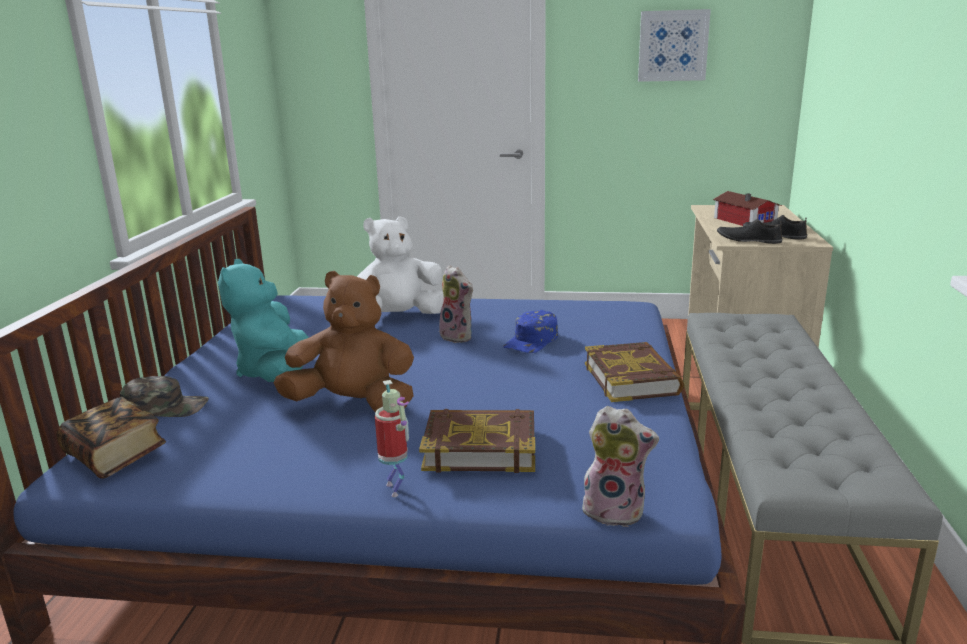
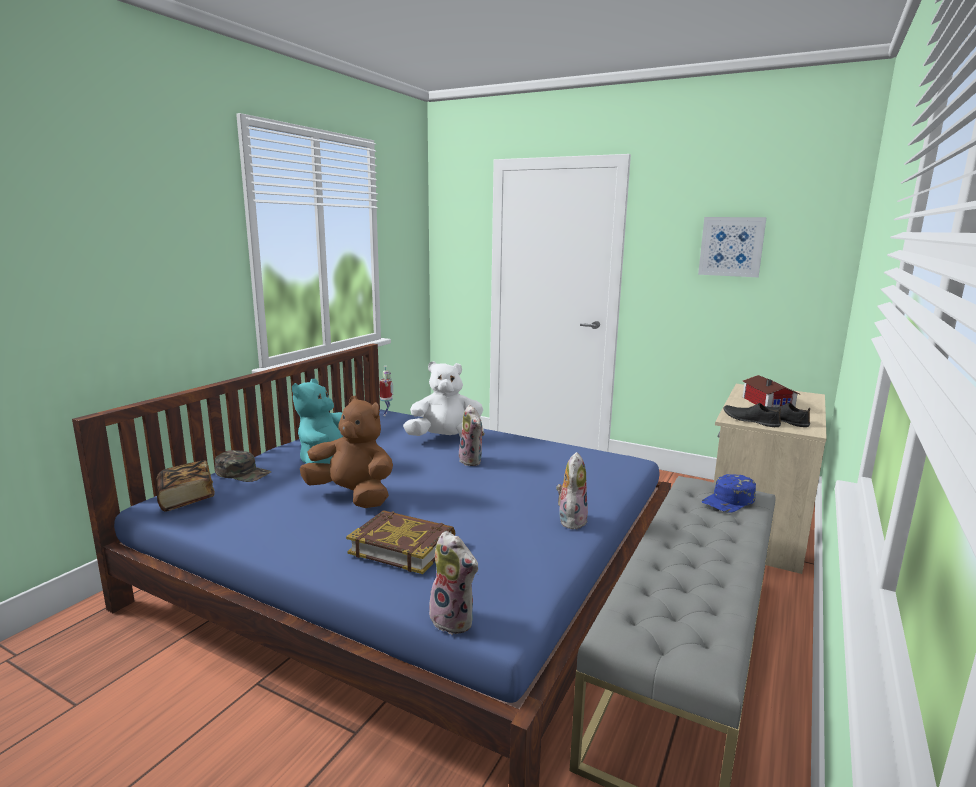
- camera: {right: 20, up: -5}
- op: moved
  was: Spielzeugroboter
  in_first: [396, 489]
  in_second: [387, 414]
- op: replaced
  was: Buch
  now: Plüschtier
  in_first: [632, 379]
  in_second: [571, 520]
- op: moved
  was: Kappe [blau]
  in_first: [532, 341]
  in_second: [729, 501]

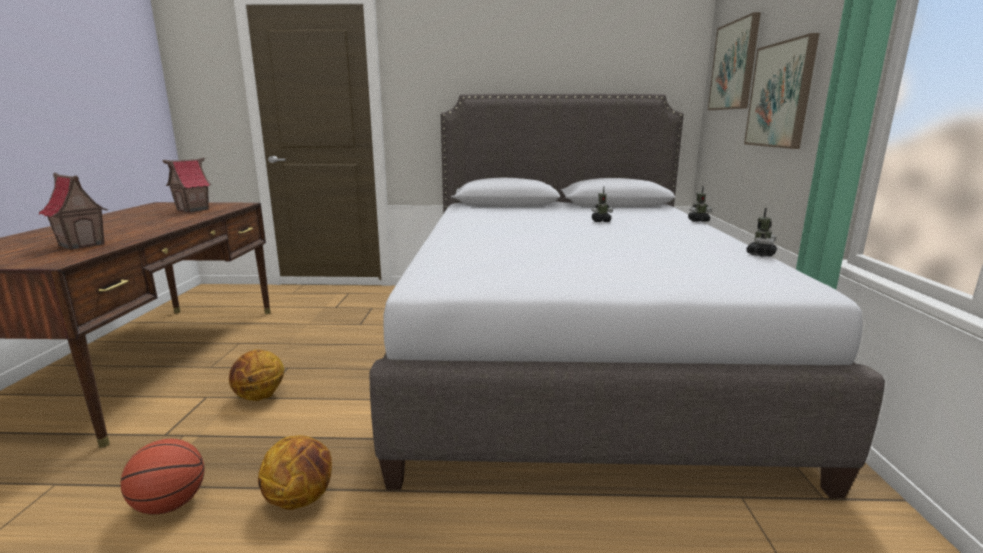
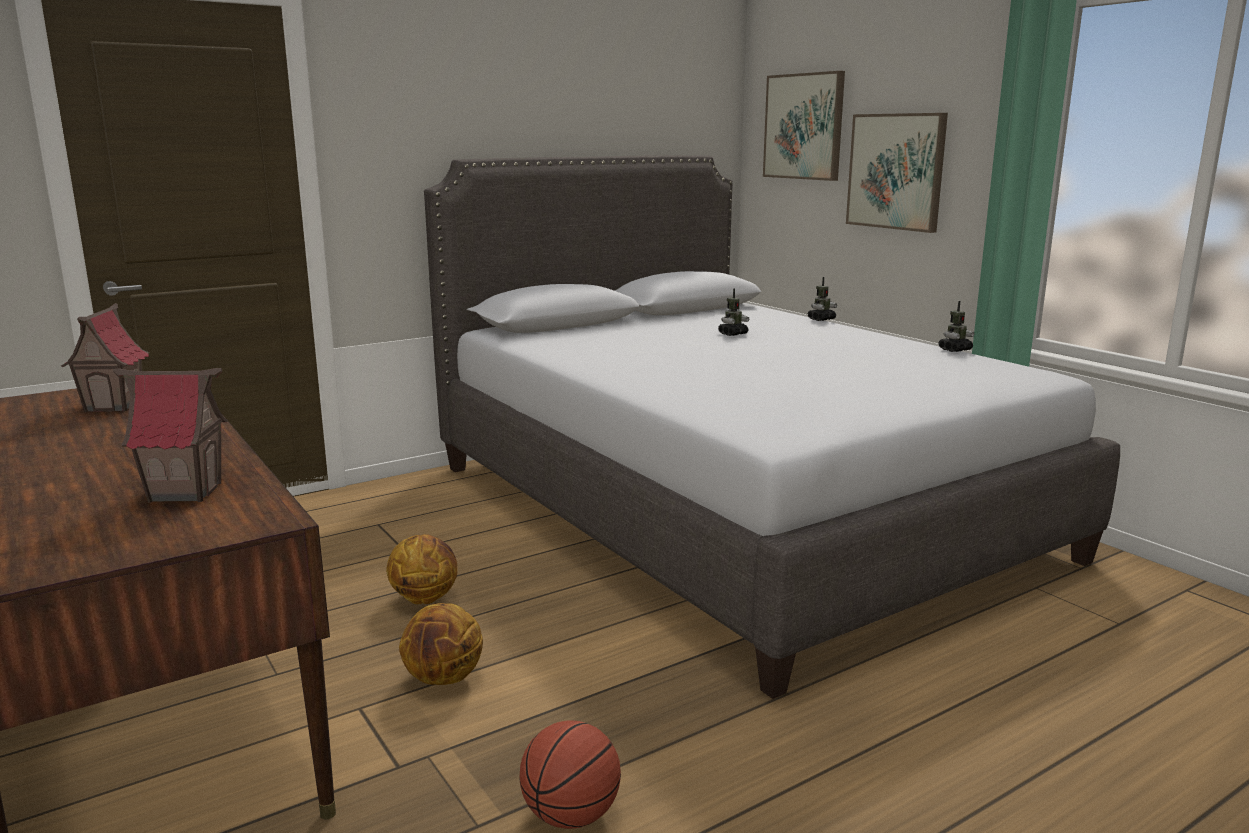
- camera: {right: -35, up: 0}
- op: moved
  was: Basketball
  in_first: [301, 498]
  in_second: [425, 598]
- op: turned
  was: Spielzeugroboter
  in_first: [760, 254]
  in_second: [955, 350]
  clockwise: 60

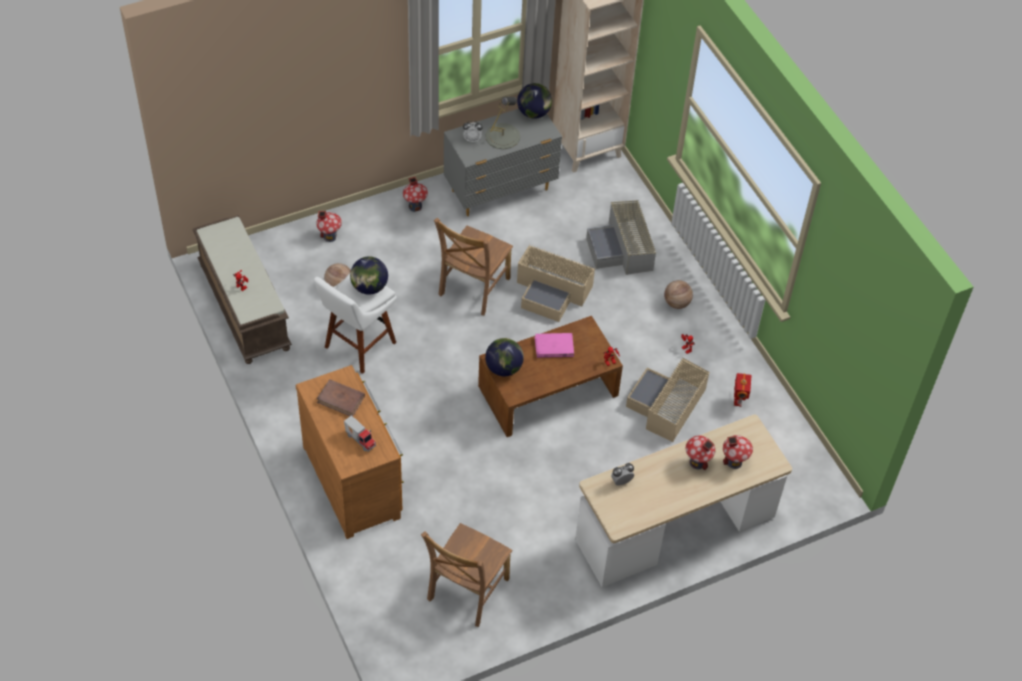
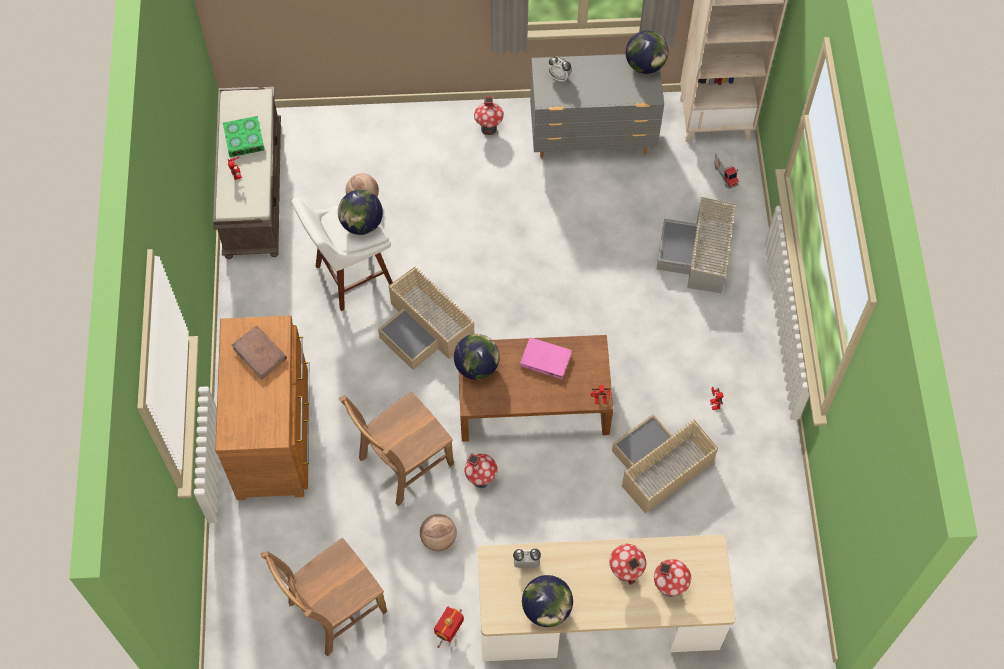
- camera: {right: 25, up: 10}
- op: added
  now: Buch
  in_second: [244, 139]
- op: moved
  was: Stuhl [braun]
  in_first: [472, 288]
  in_second: [402, 463]
- op: moved
  was: Aufbewahrungsbox [beige]
  in_first: [552, 291]
  in_second: [425, 328]
- op: moved
  was: Basketball
  in_first: [677, 303]
  in_second: [439, 539]
- op: moved
  was: Spielzeugroboter
  in_first: [738, 401]
  in_second: [449, 634]
- op: moved
  was: Spielzeughaus
  in_first: [330, 236]
  in_second: [481, 479]
- op: added
  now: Globus
  in_second: [546, 608]
- op: moved
  was: Spielzeuglaster
  in_first: [360, 439]
  in_second: [726, 175]
- op: removed
  was: Tischlampe [grau]
  in_first: [502, 136]

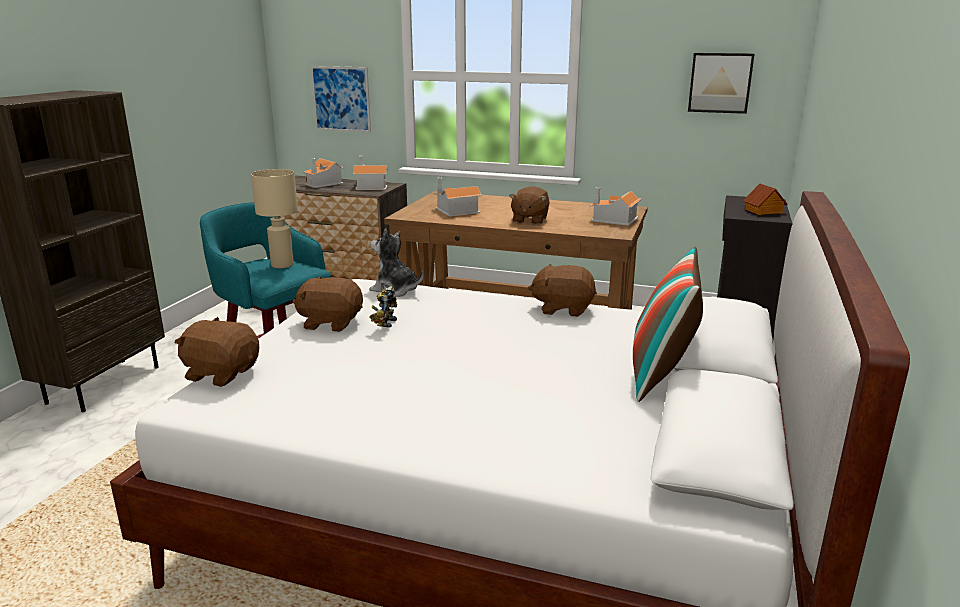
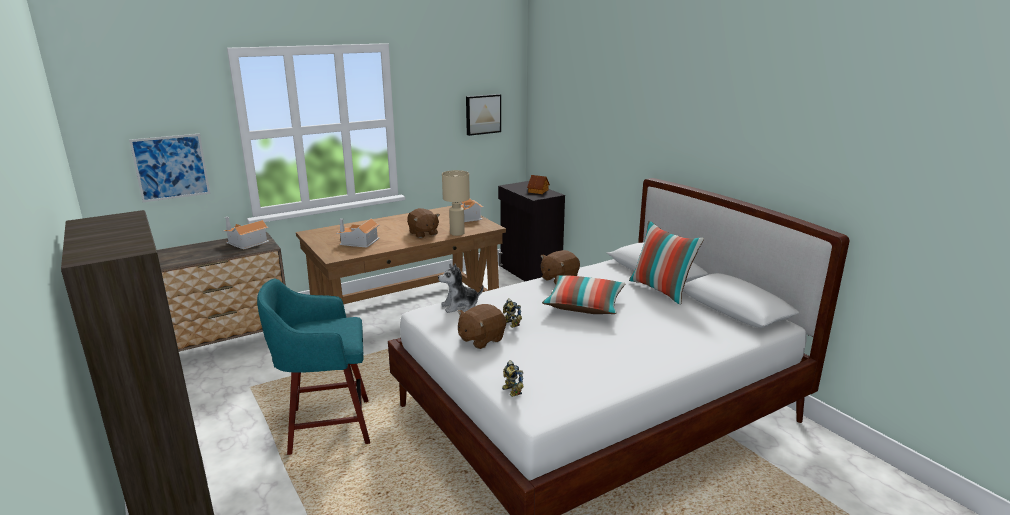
- camera: {right: -50, up: 0}
- op: moved
  was: Tischlampe [beige]
  in_first: [283, 265]
  in_second: [457, 233]
- op: replaced
  was: Plüschtier [braun]
  now: Spielzeugroboter
  in_first: [221, 373]
  in_second: [510, 392]
- op: added
  now: Kissen
  in_second: [584, 305]
- op: removed
  was: Spielzeughaus
  in_first: [324, 183]

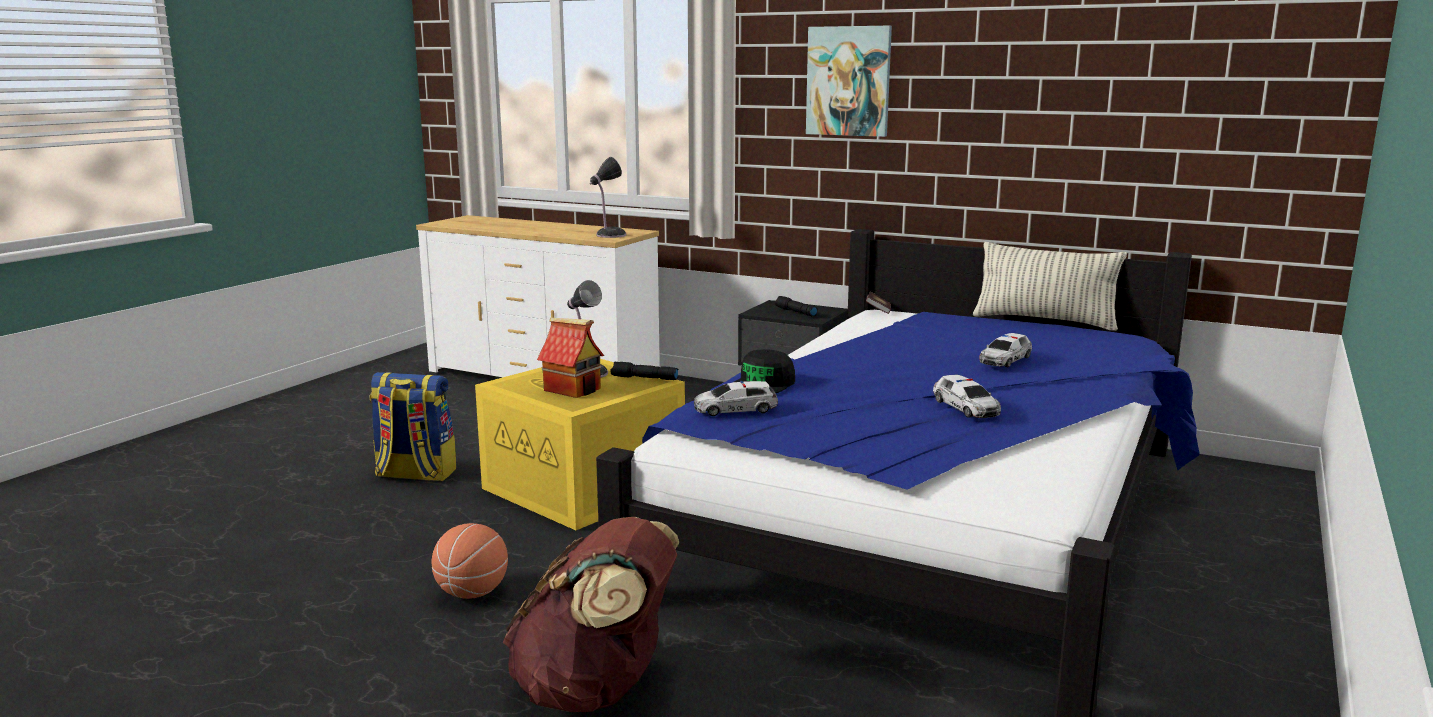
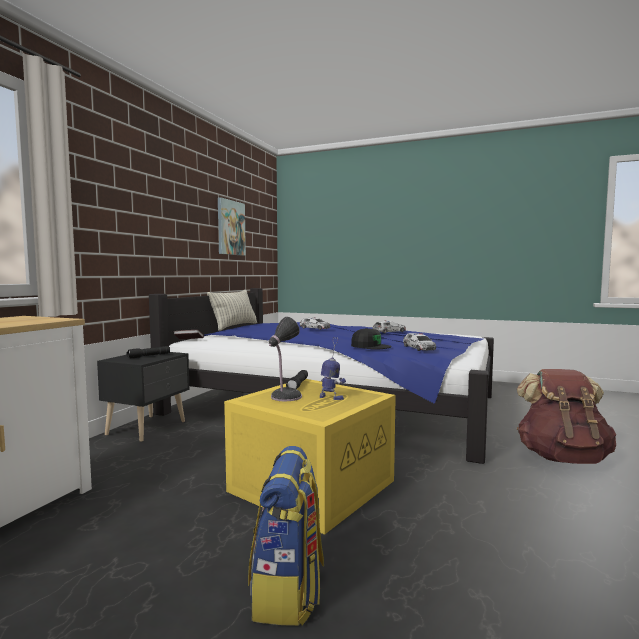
- camera: {right: -95, up: -10}
- op: moved
  was: Bild
  in_first: [848, 81]
  in_second: [230, 228]
- op: replaced
  was: Spielzeughaus
  now: Spielzeugroboter
  in_first: [573, 389]
  in_second: [331, 398]
- op: removed
  was: Basketball
  in_first: [472, 593]
- op: removed
  was: Tischlampe
  in_first: [609, 235]

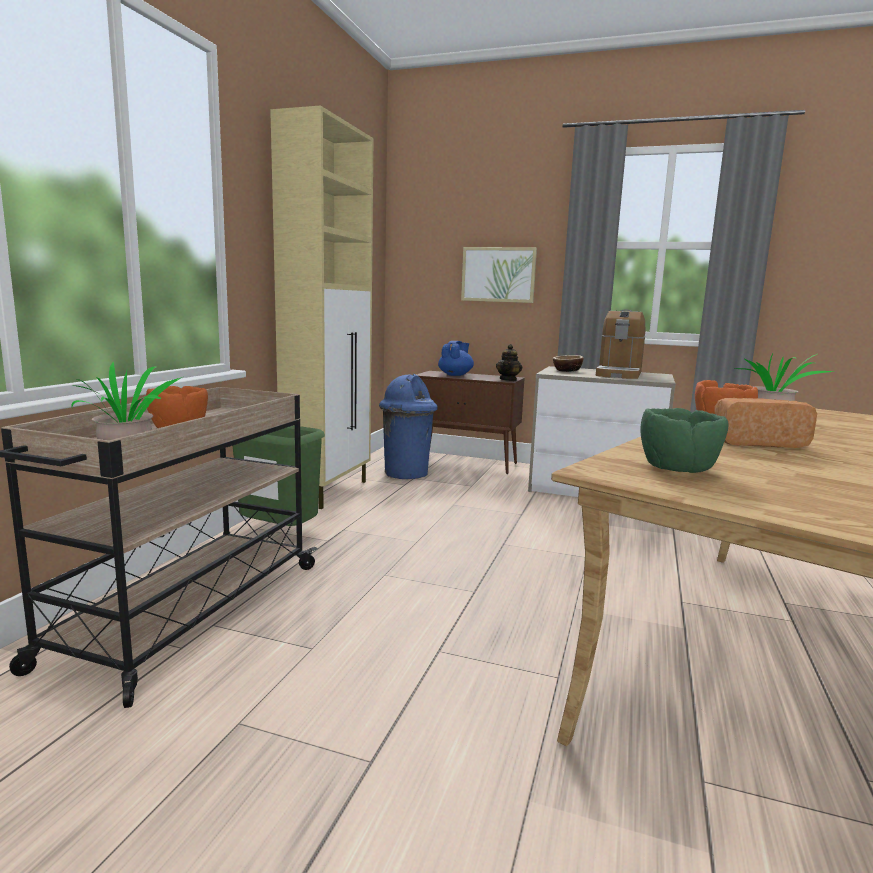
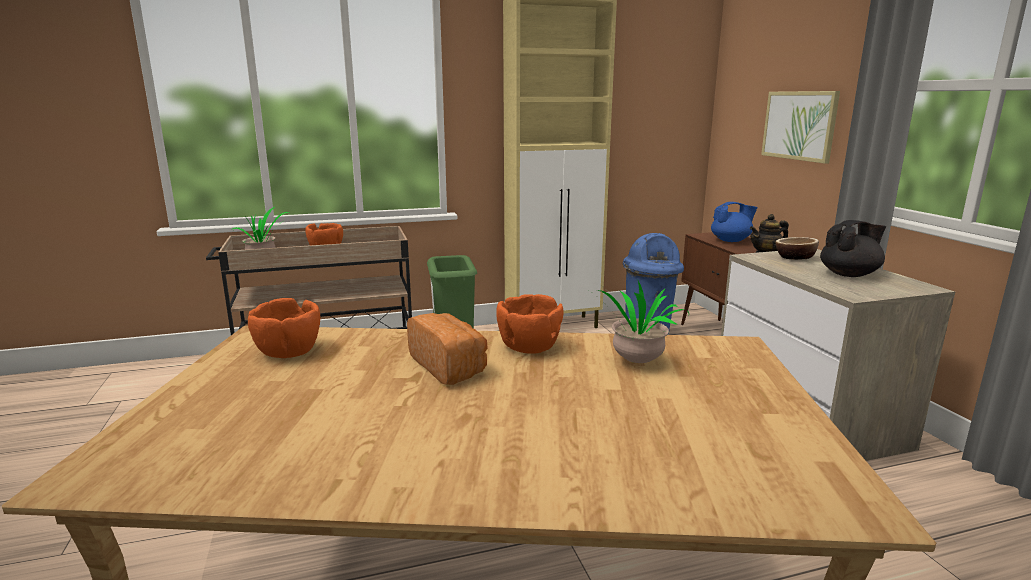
- camera: {right: 55, up: 5}
- op: recoloured
  was: Schüssel [grün]
  now: Schüssel [orange]
  in_first: [679, 469]
  in_second: [288, 352]
- op: replaced
  was: Kaffeemaschine
  now: Teekanne [schwarz]
  in_first: [619, 374]
  in_second: [849, 274]

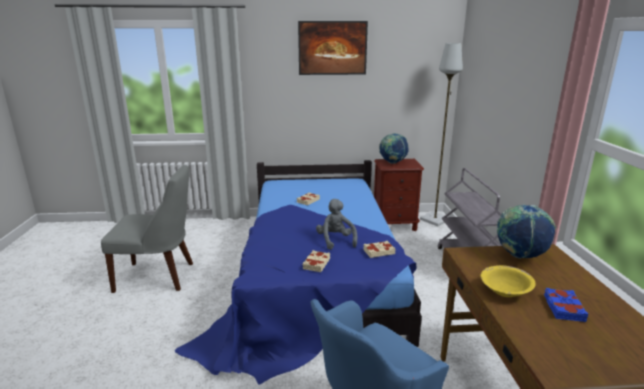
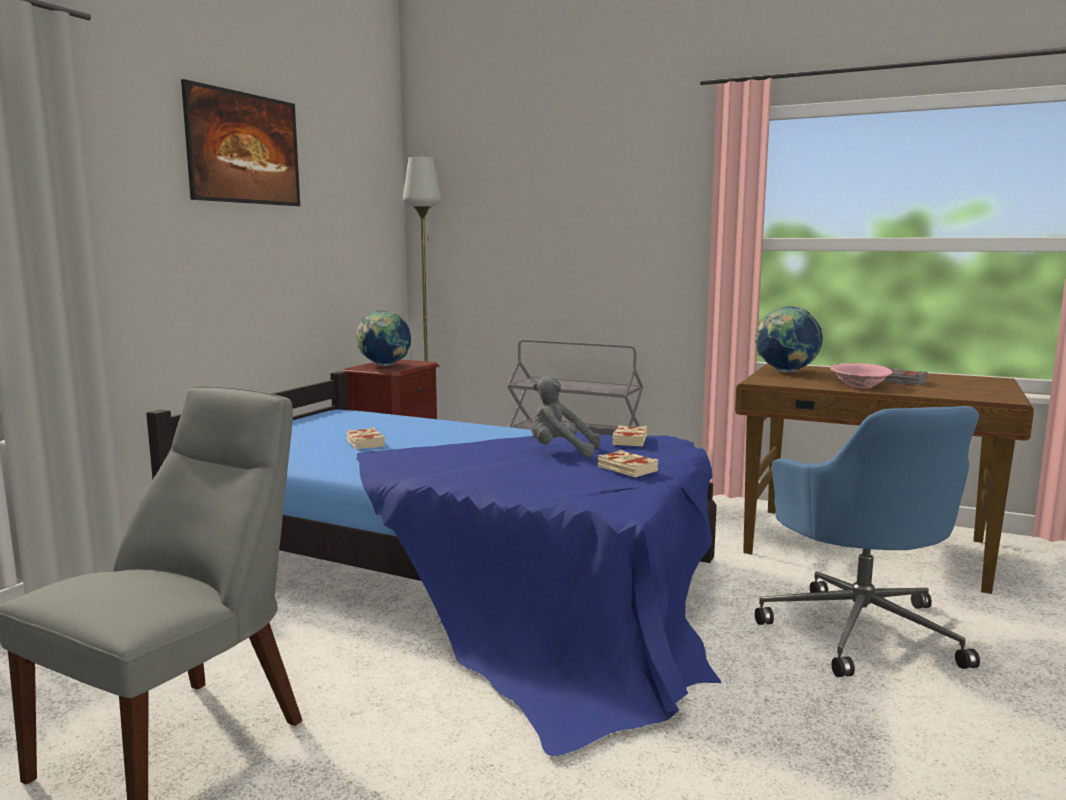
- camera: {right: -60, up: -10}
- op: recoloured
  was: Schüssel [gelb]
  now: Schüssel [rosa]
  in_first: [505, 291]
  in_second: [859, 386]
- op: recoloured
  was: Buch [blau]
  now: Buch [grau]
  in_first: [563, 308]
  in_second: [899, 381]

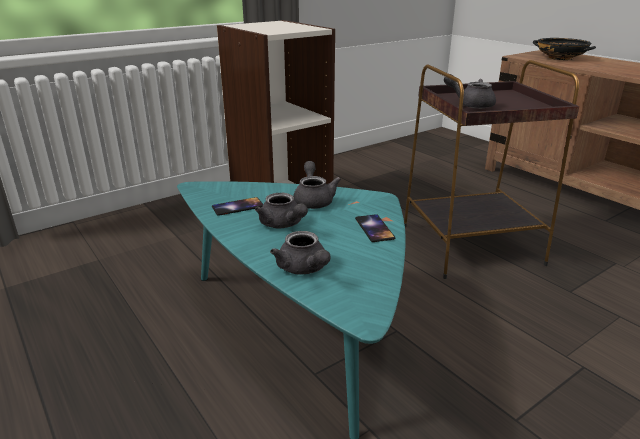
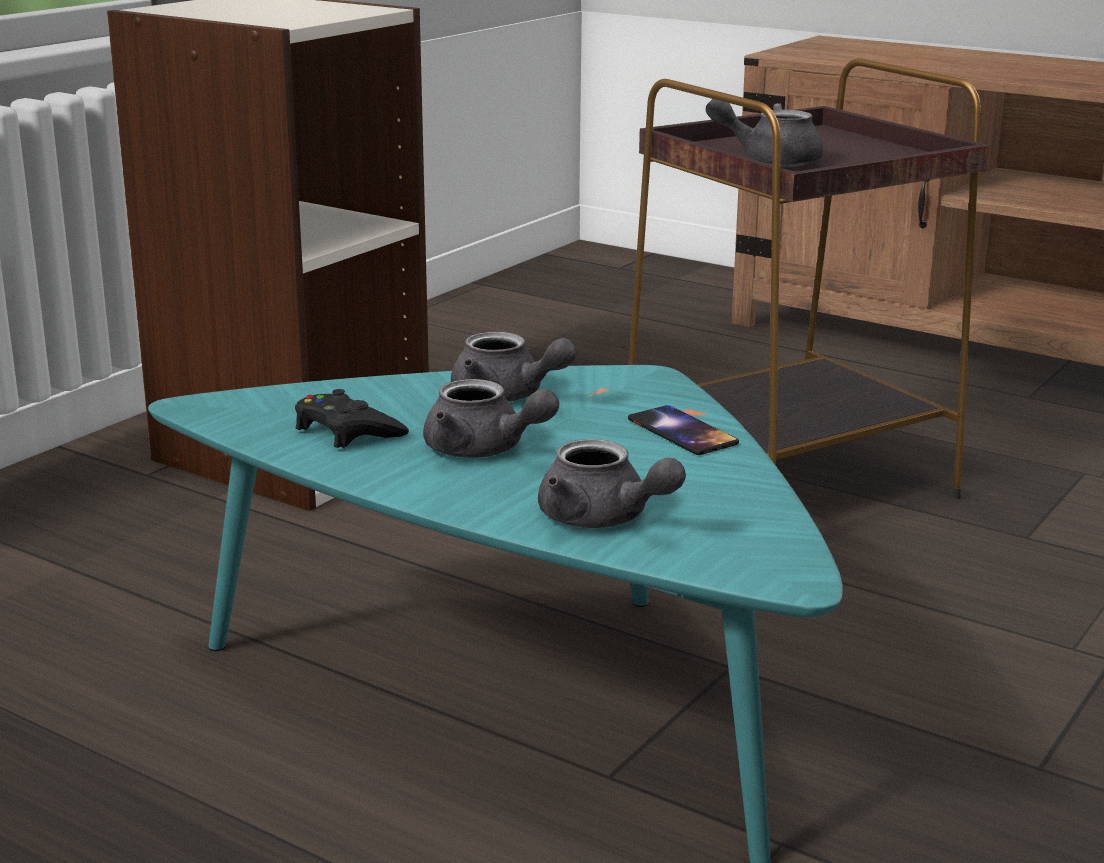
- camera: {right: -20, up: -5}
- op: replaced
  was: Handy
  now: Gamepad [schwarz]
  in_first: [238, 207]
  in_second: [347, 431]
- op: turned
  was: Teekanne [grau]
  in_first: [313, 200]
  in_second: [507, 397]
  clockwise: 150
- op: removed
  was: Schüssel [schwarz]
  in_first: [561, 58]

